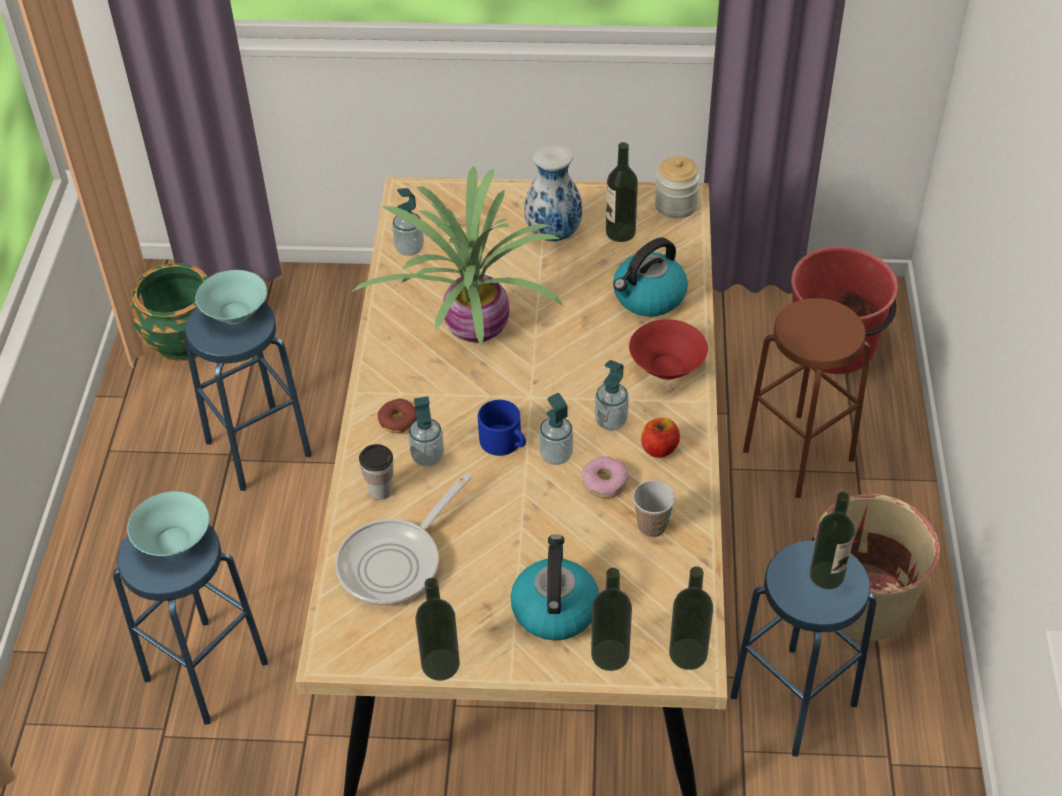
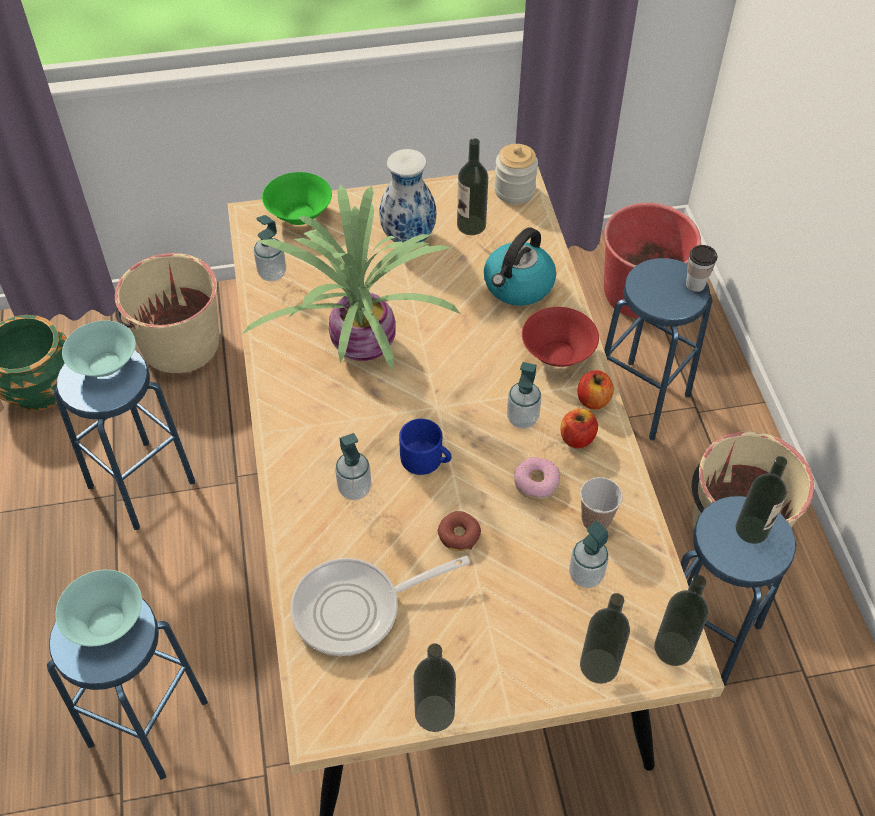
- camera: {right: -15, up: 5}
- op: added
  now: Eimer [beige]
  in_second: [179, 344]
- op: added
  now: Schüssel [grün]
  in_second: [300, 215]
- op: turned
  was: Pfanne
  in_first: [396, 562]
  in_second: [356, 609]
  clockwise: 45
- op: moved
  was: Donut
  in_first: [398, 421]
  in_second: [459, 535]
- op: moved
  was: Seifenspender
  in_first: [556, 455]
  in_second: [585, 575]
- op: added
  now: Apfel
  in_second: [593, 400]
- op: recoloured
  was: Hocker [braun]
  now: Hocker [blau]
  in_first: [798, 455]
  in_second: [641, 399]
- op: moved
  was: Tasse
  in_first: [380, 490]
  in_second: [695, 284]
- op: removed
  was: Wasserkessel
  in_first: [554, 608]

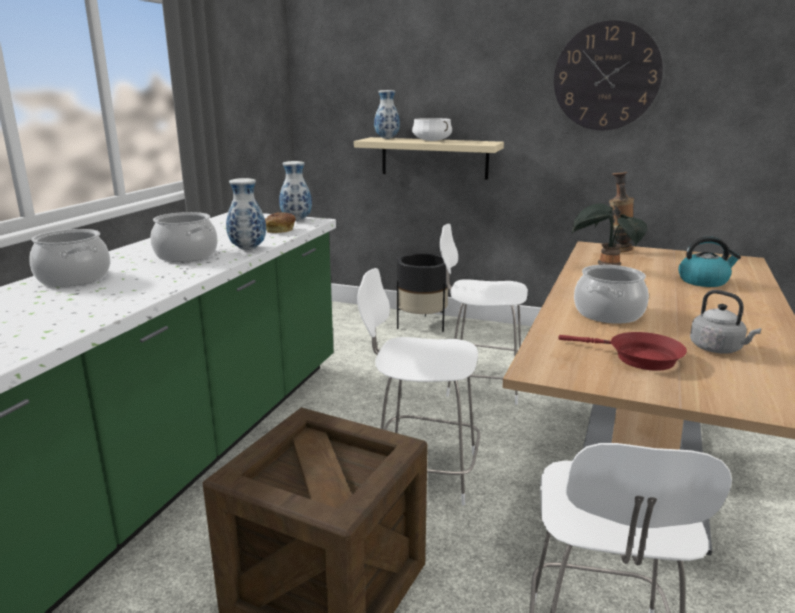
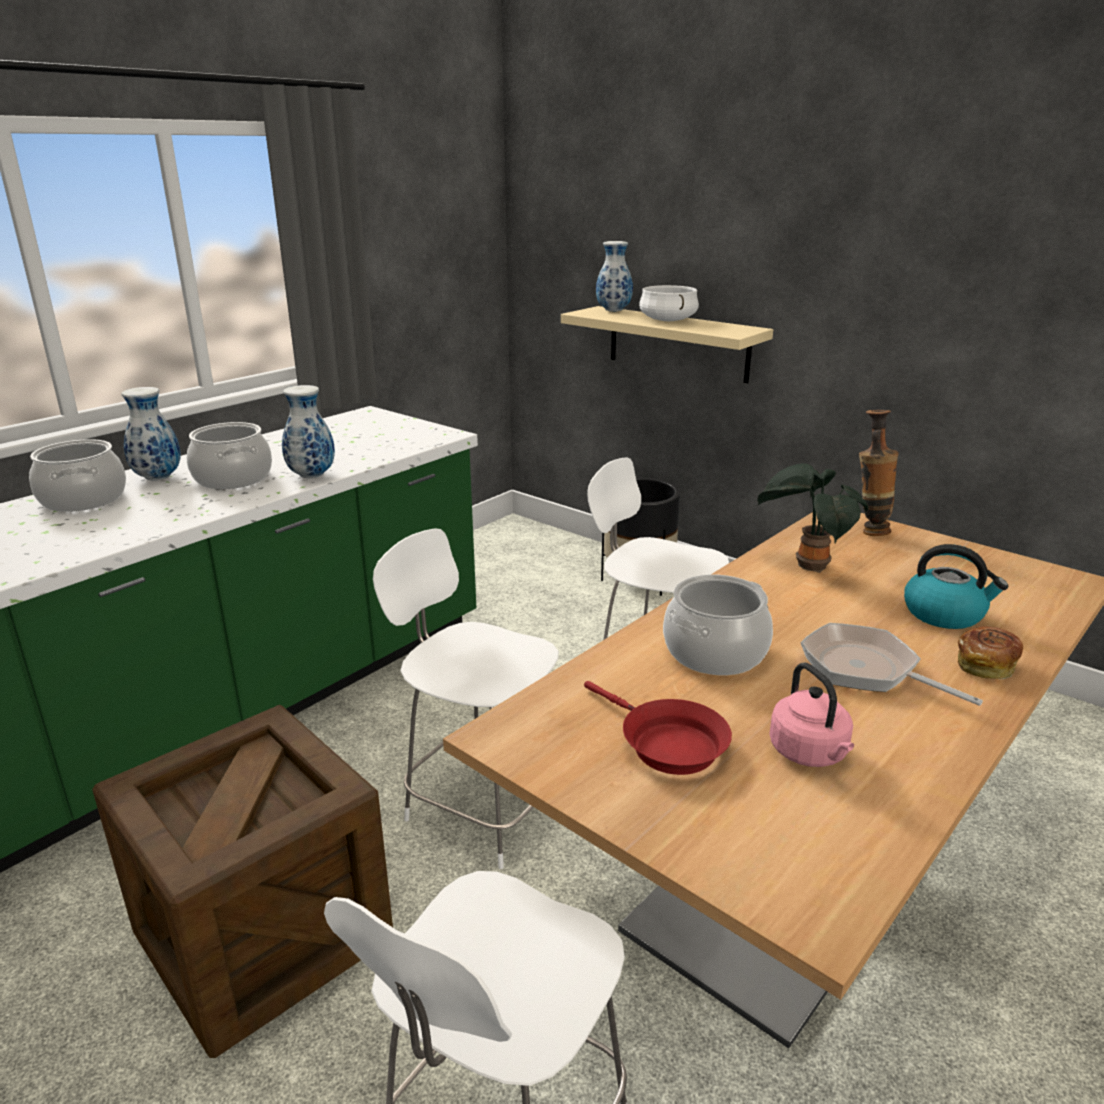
- camera: {right: 20, up: 5}
- op: moved
  was: Vase
  in_first: [297, 220]
  in_second: [158, 478]
- op: recoloured
  was: Wasserkessel [grau]
  now: Wasserkessel [rosa]
  in_first: [718, 349]
  in_second: [810, 754]
- op: added
  now: Pfanne
  in_second: [866, 669]
- op: moved
  was: Brot
  in_first: [280, 230]
  in_second: [986, 665]
- op: removed
  was: Wanduhr
  in_first: [606, 76]

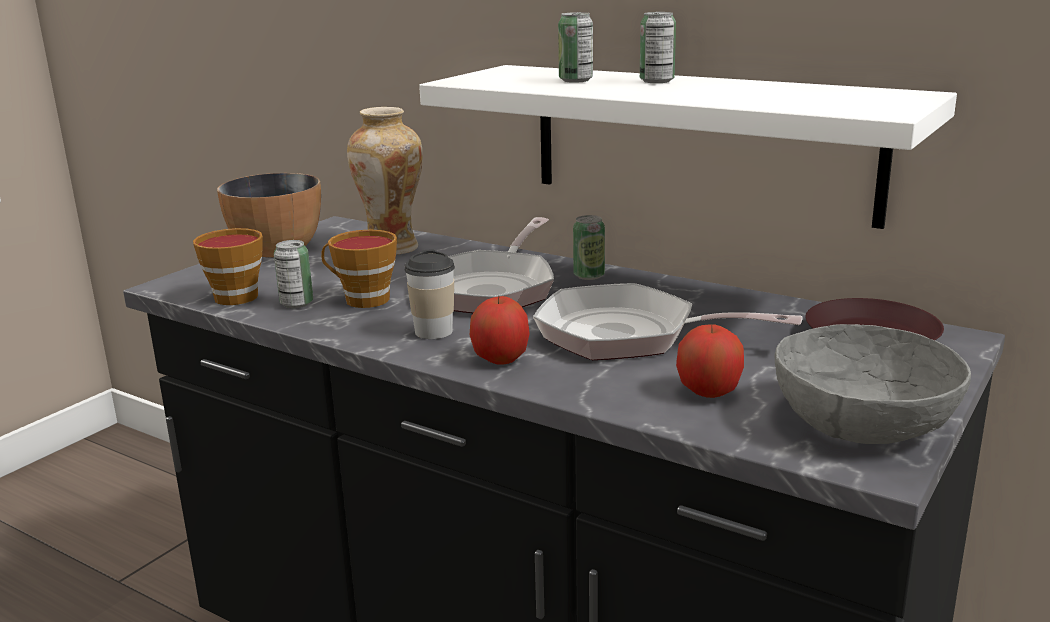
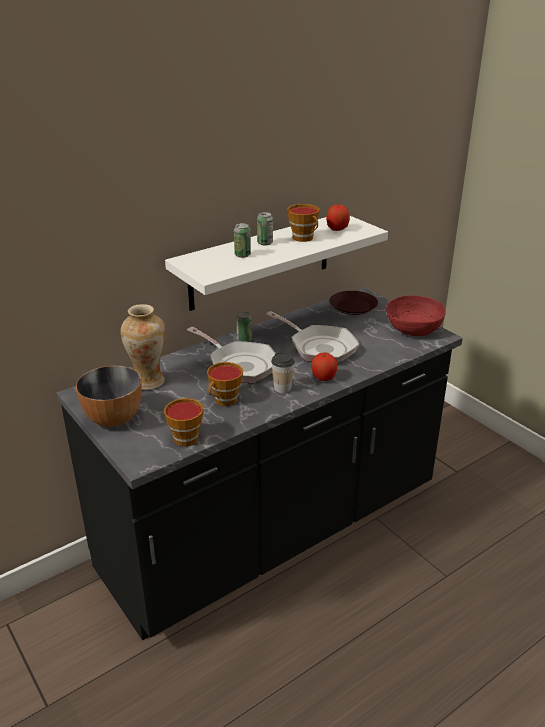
- camera: {right: -70, up: 10}
- op: turned
  was: Pfanne
  in_first: [628, 335]
  in_second: [319, 347]
  clockwise: -90
- op: added
  now: Tasse
  in_second: [304, 238]
- op: moved
  was: Apfel
  in_first: [708, 392]
  in_second: [337, 229]
- op: recoloured
  was: Schüssel [grau]
  now: Schüssel [rot]
  in_first: [861, 422]
  in_second: [413, 329]
- op: removed
  was: Dose
  in_first: [297, 303]

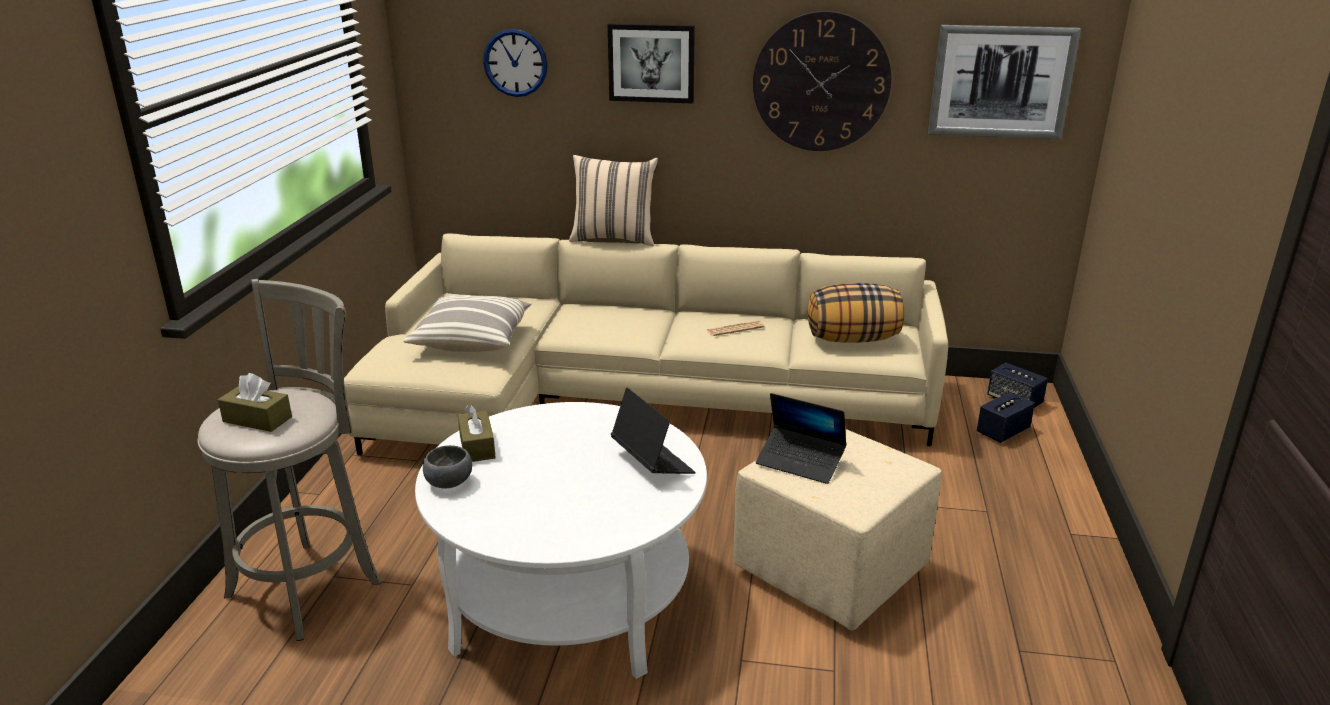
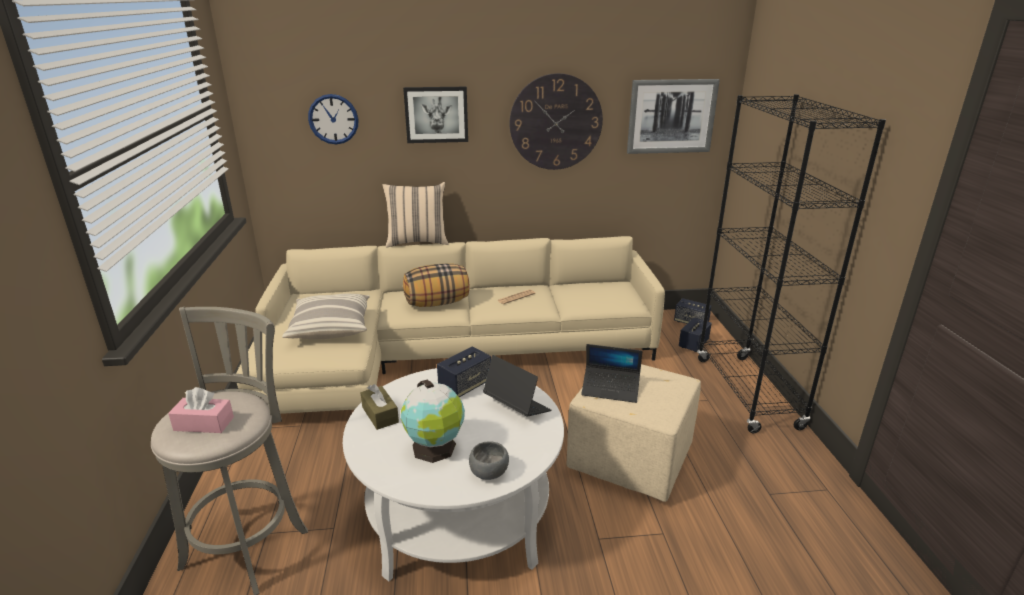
- camera: {right: -15, up: 0}
- op: recoloured
  was: Taschentuchbox [braun]
  now: Taschentuchbox [rosa]
  in_first: [257, 419]
  in_second: [204, 424]
- op: added
  now: Globus
  in_second: [435, 449]
- op: moved
  was: Kissen
  in_first: [853, 339]
  in_second: [437, 303]
- op: added
  now: Lautsprecher
  in_second: [465, 386]
- op: moved
  was: Schüssel [grau]
  in_first: [450, 482]
  in_second: [490, 472]
- op: added
  now: Bücherregal [schwarz]
  in_second: [747, 393]

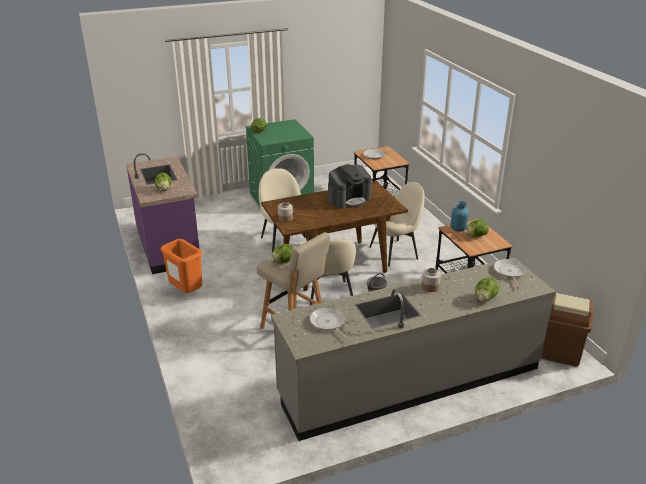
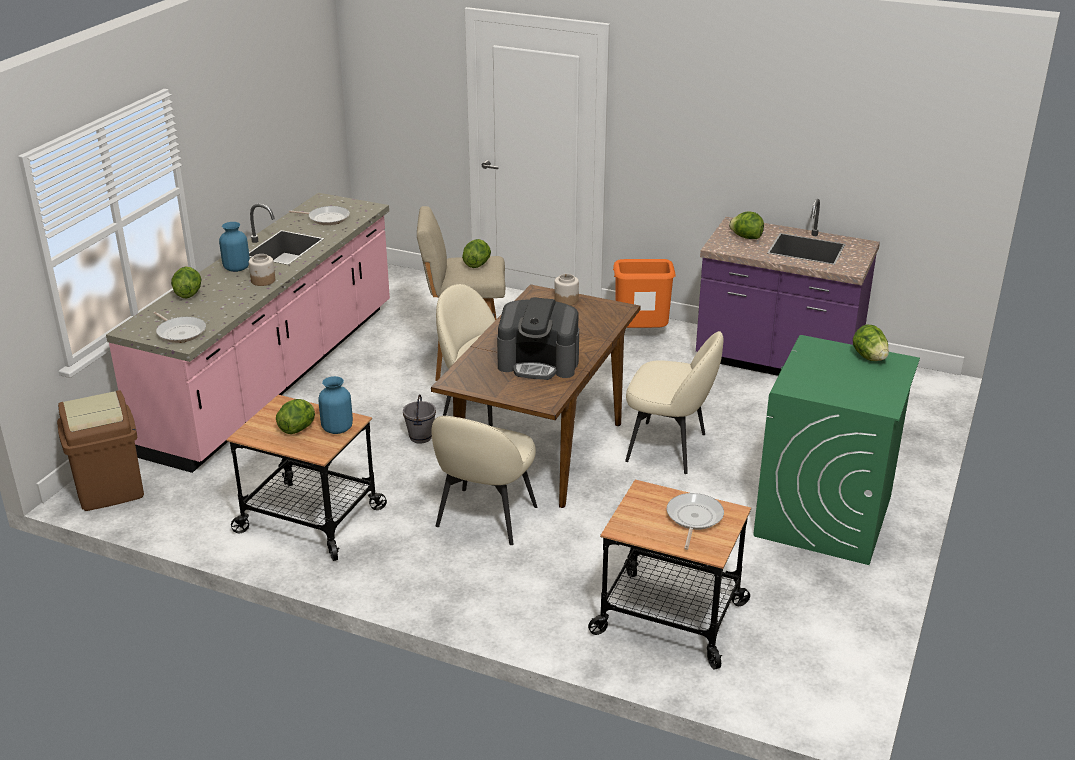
- camera: {right: 135, up: 0}
- op: recoloured
  was: Küchenzeile [grau]
  now: Küchenzeile [rosa]
  in_first: [410, 381]
  in_second: [275, 377]
- op: added
  now: Vase [blau]
  in_second: [236, 268]
- op: turned
  was: Kaffeemaschine
  in_first: [349, 199]
  in_second: [539, 363]
  clockwise: -90

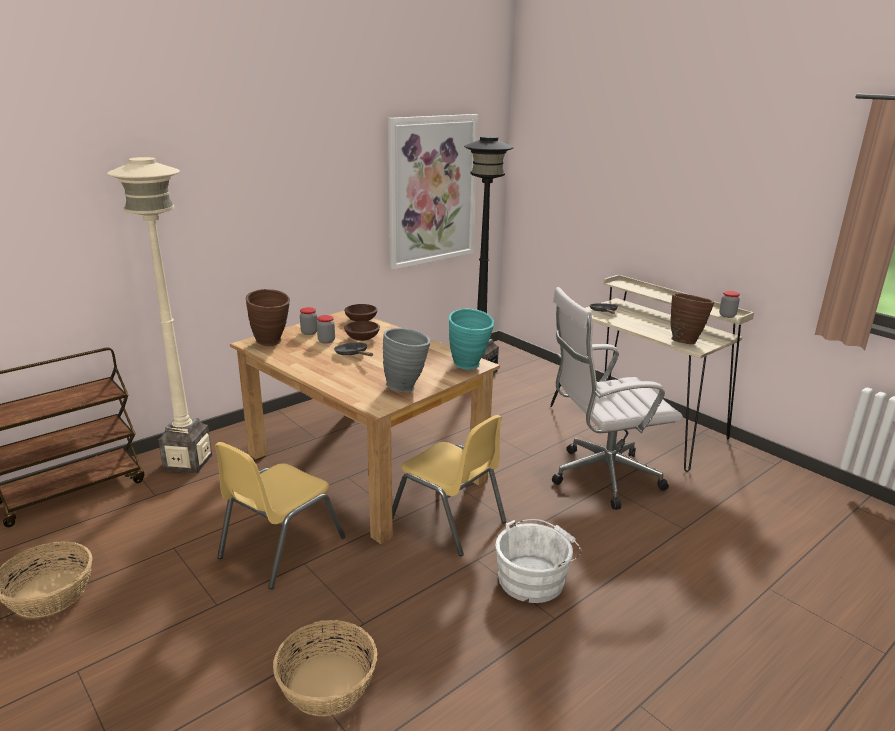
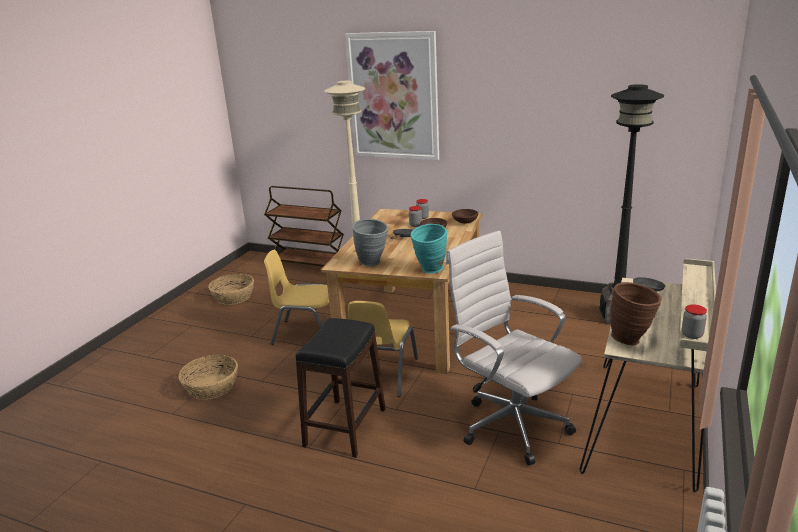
- camera: {right: 65, up: 0}
- op: replaced
  was: Eimer [weiß]
  now: Hocker [schwarz]
  in_first: [534, 578]
  in_second: [344, 427]
- op: moved
  was: Bild
  in_first: [432, 190]
  in_second: [393, 96]
- op: removed
  was: Vase [braun]
  in_first: [272, 343]

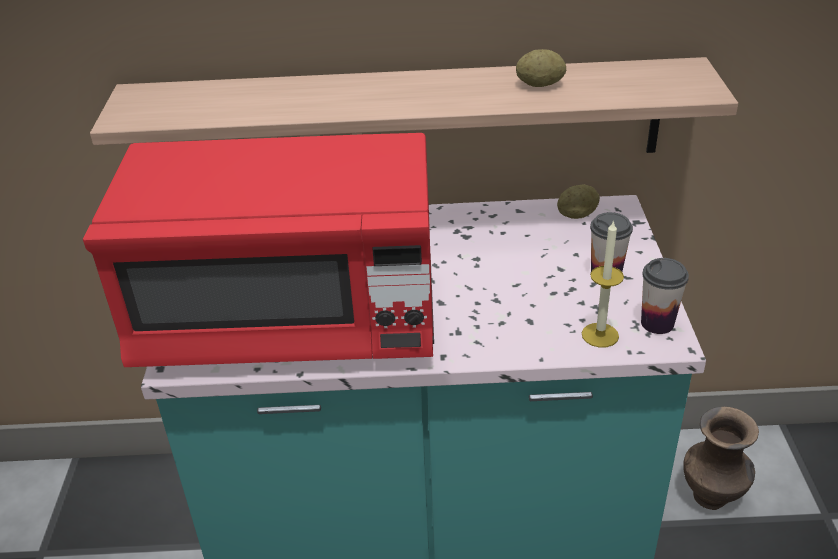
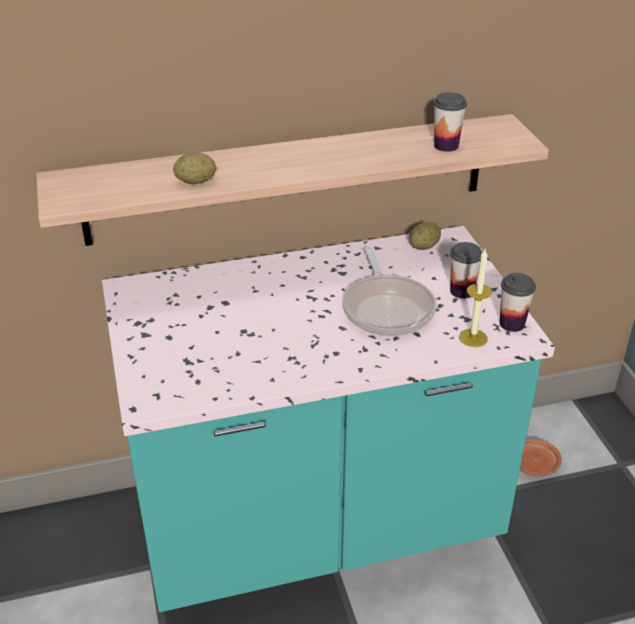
- camera: {right: -15, up: 0}
- op: moved
  was: Kartoffel
  in_first: [540, 85]
  in_second: [196, 182]
- op: added
  now: Pfanne
  in_second: [387, 308]
- op: added
  now: Tasse
  in_second: [446, 146]
- op: replaced
  was: Vase [braun]
  now: Teller [braun]
  in_first: [712, 496]
  in_second: [534, 463]
- op: removed
  was: Mikrowelle [rot]
  in_first: [290, 321]

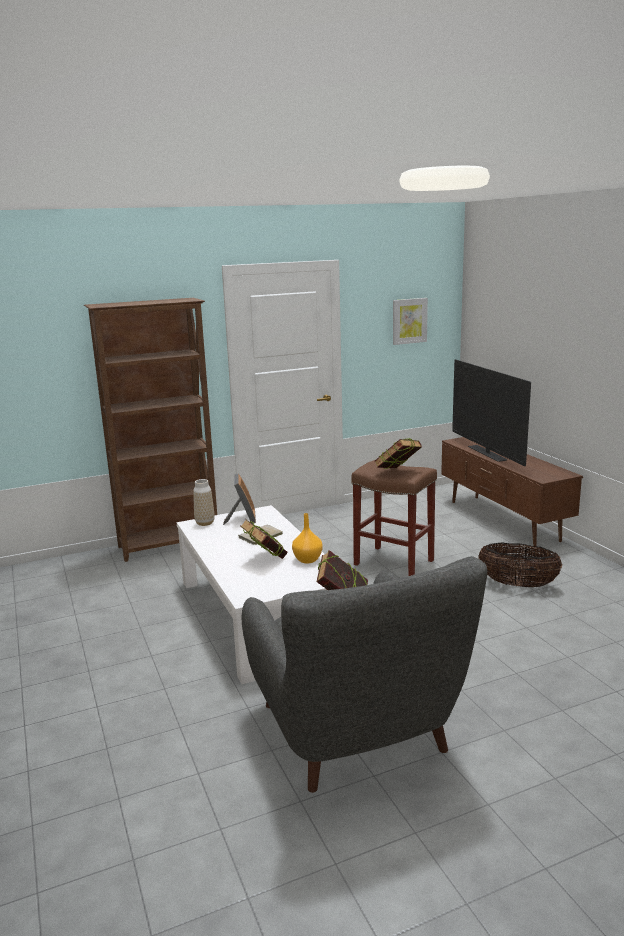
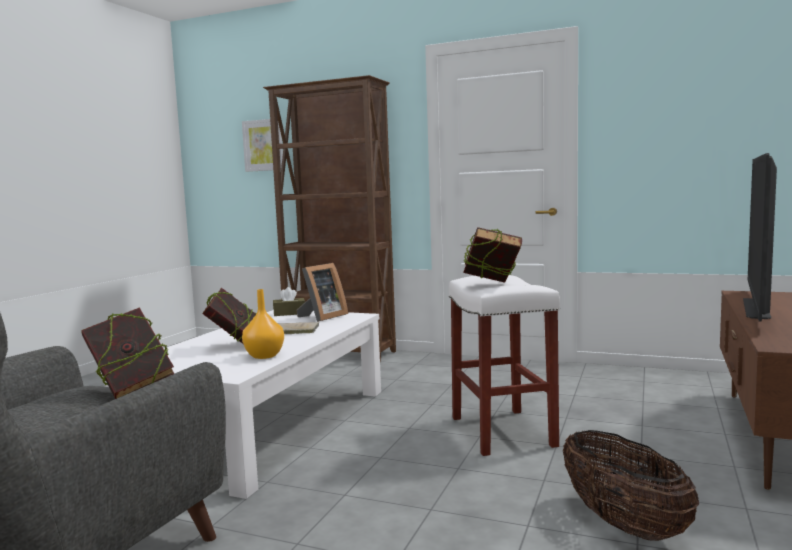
- camera: {right: 45, up: -10}
- op: moved
  was: Bild
  in_first: [409, 321]
  in_second: [263, 145]
- op: replaced
  was: Vase
  now: Taschentuchbox [braun]
  in_first: [205, 523]
  in_second: [289, 313]
- op: recoloured
  was: Hocker [braun]
  now: Hocker [weiß]
  in_first: [392, 562]
  in_second: [501, 431]

